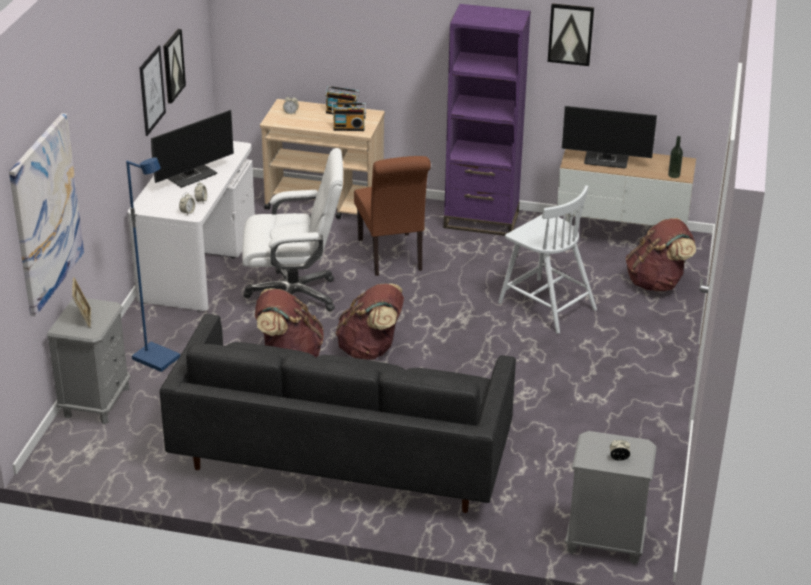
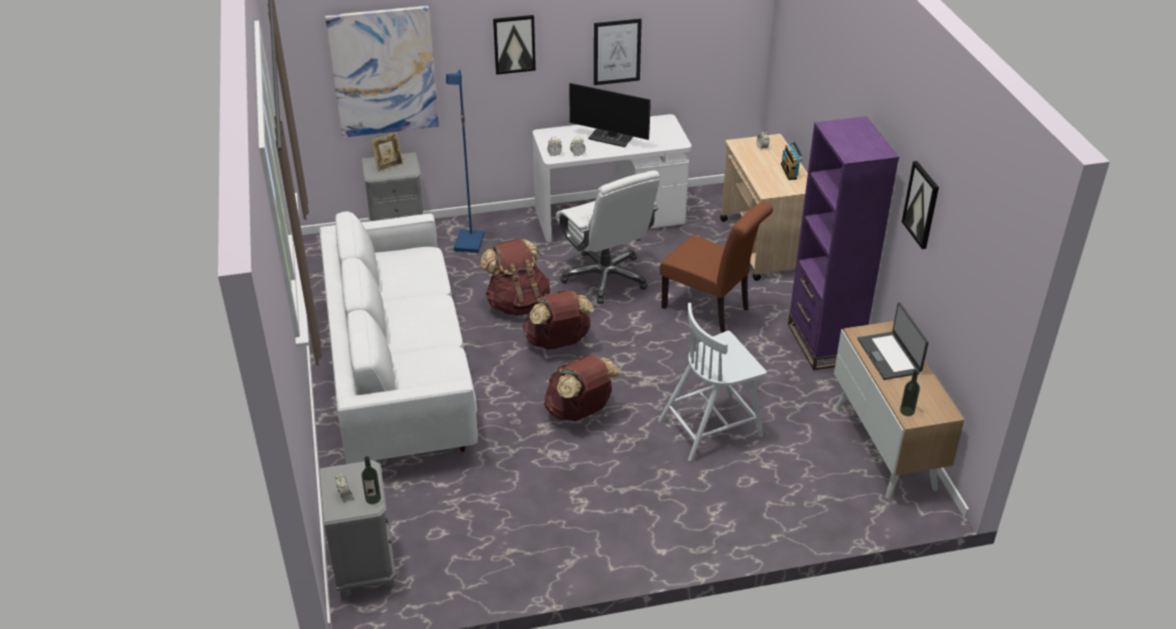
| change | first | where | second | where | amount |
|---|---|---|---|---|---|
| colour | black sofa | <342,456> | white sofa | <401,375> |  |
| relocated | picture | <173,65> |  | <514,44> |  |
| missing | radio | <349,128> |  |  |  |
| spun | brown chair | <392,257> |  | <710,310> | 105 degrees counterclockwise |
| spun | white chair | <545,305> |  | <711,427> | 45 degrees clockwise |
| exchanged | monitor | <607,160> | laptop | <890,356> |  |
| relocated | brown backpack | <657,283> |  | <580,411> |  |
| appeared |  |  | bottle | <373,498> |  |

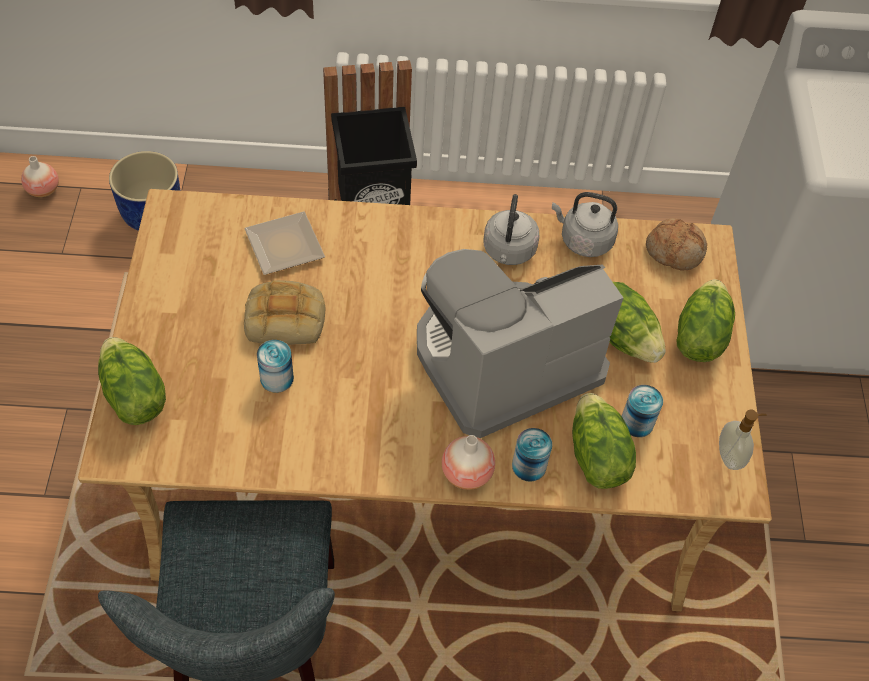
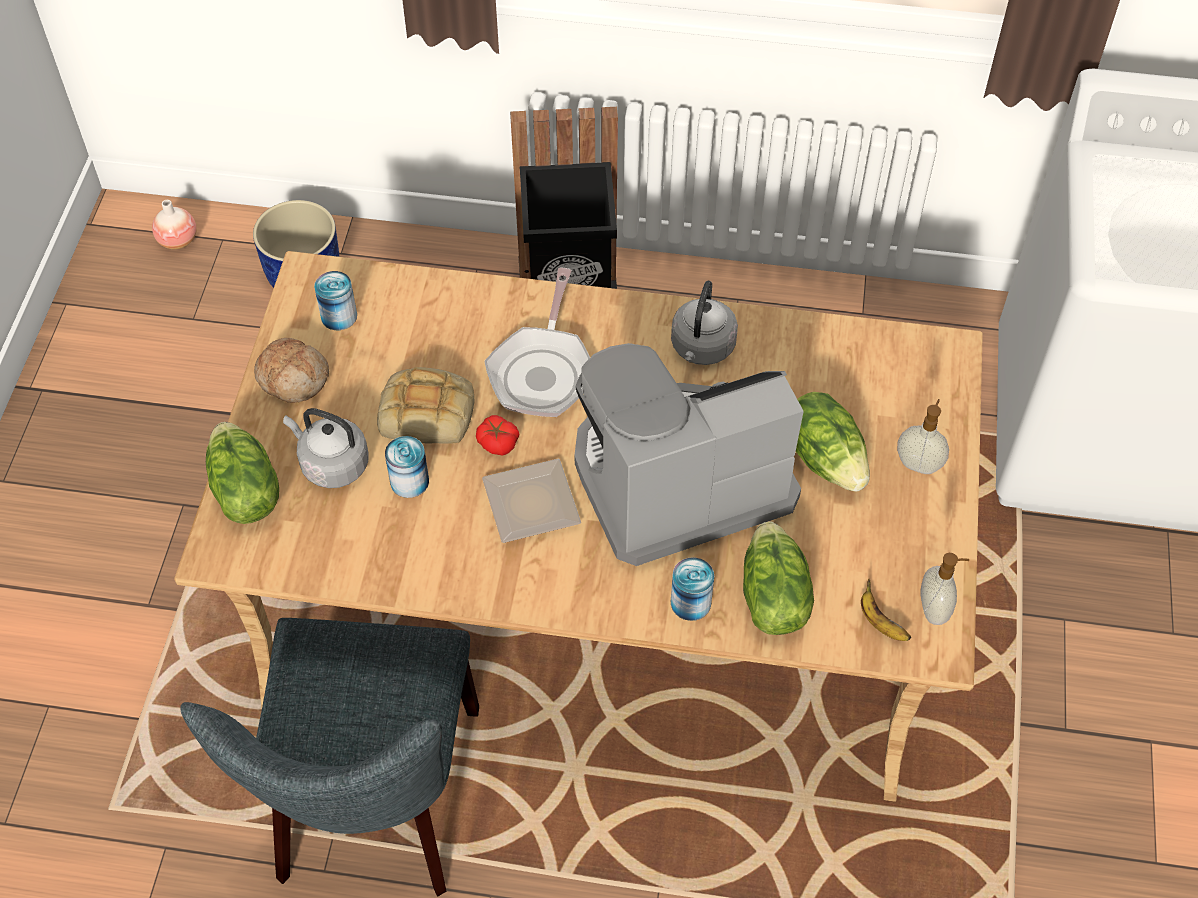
| change | first | where | second | where | amount |
|---|---|---|---|---|---|
| relocated | plate | <283,248> |  | <529,507> |  |
| missing | vase | <466,473> |  |  |  |
| relocated | grey kettle | <583,240> |  | <331,464> |  |
| relocated | can | <637,422> |  | <339,316> |  |
| relocated | bread | <675,250> |  | <294,377> |  |
| exchanged | lettuce | <698,336> | soap dispenser | <919,464> |  |
| appeared |  |  | tomato | <497,442> |  |
| appeared |  |  | frying pan | <543,371> |  |
| appeared |  |  | banana | <880,623> |  |

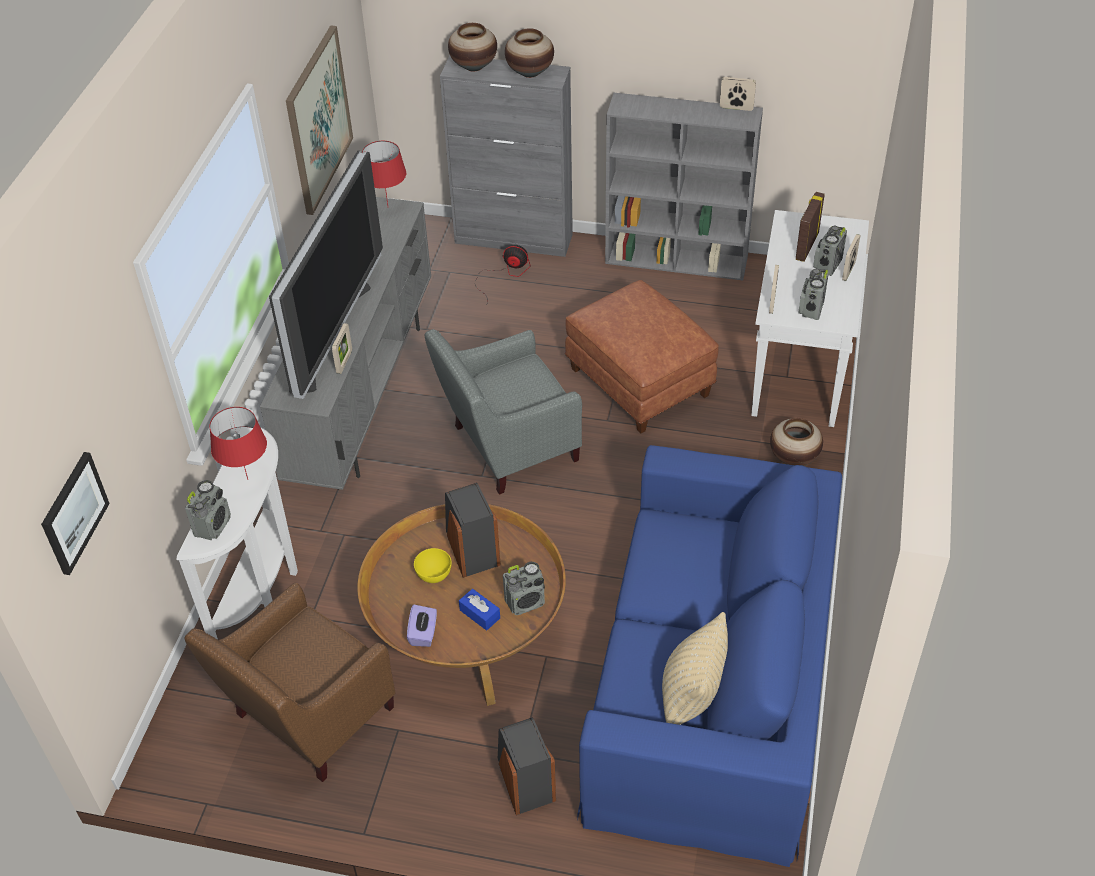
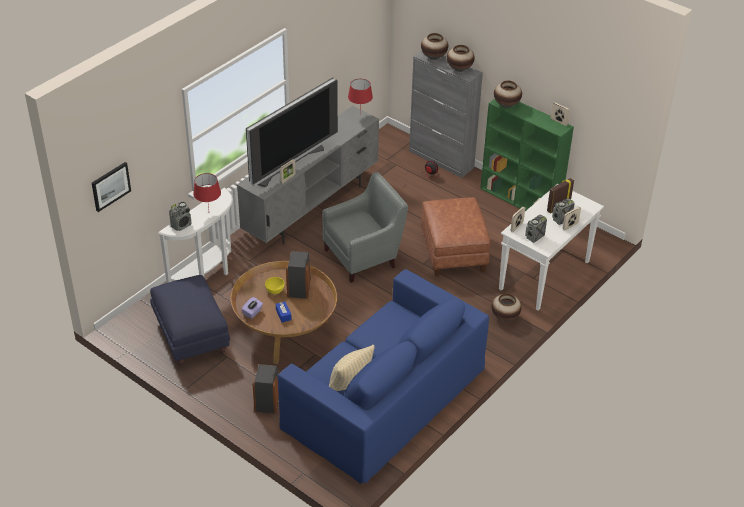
| change | first | where | second | where | amount |
|---|---|---|---|---|---|
| exchanged | brown armchair | <307,718> | blue ottoman | <191,335> |  |
| missing | picture | <318,120> |  |  |  |
| spun | grey armchair | <507,446> |  | <364,257> | 150 degrees clockwise |
| missing | radio | <525,602> |  |  |  |
| colour | grey bookcase | <678,260> | green bookcase | <520,200> |  |
| appeared |  |  | vase | <506,104> |  |

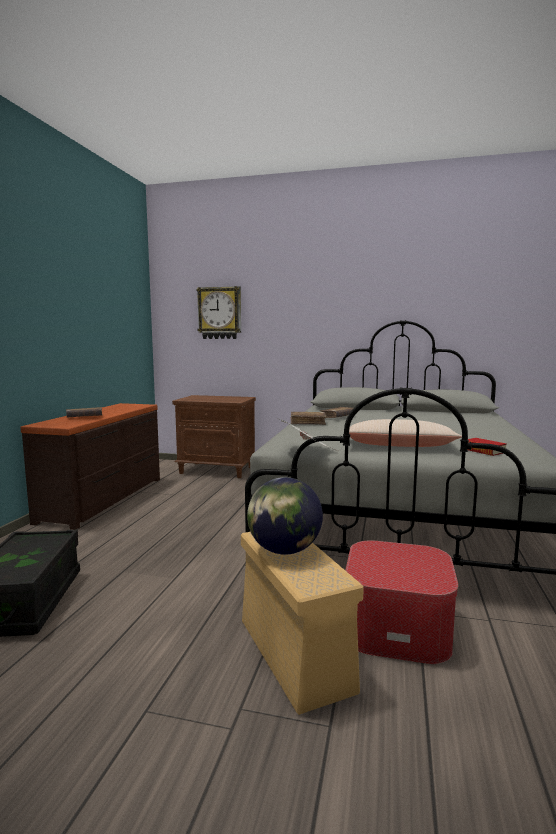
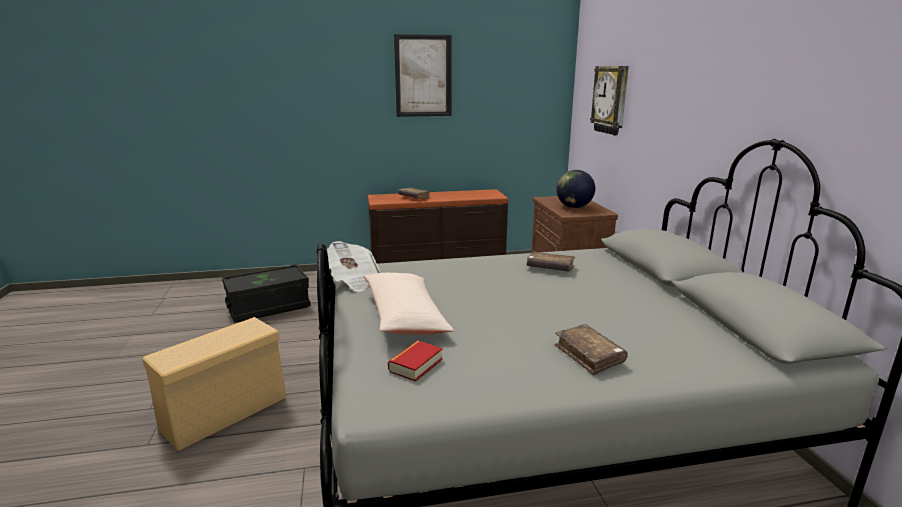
| change | first | where | second | where | amount |
|---|---|---|---|---|---|
| relocated | globe | <284,550> |  | <573,207> |  |
| relocated | brown book | <307,422> |  | <589,356> |  |
| missing | ottoman | <397,626> |  |  |  |
| appeared |  |  | picture | <423,76> |  |

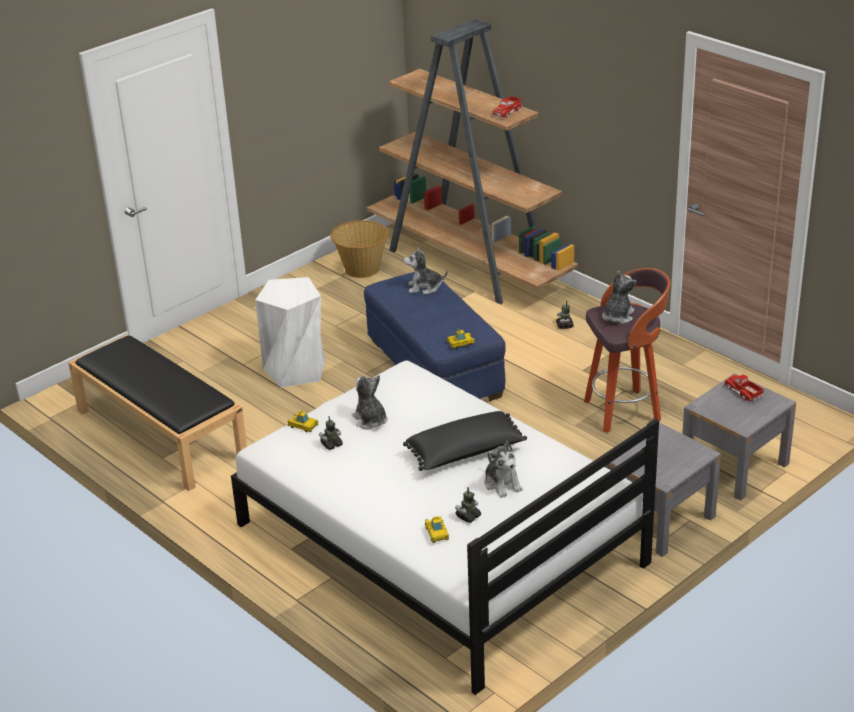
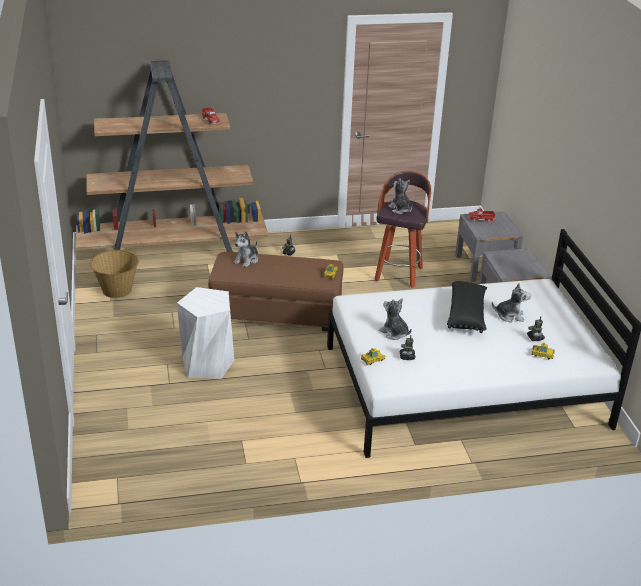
| change | first | where | second | where | amount |
|---|---|---|---|---|---|
| missing | black bench | <159,434> |  |  |  |
| spun | plush toy | <370,420> |  | <394,333> | 45 degrees clockwise |
| colour | blue ottoman | <435,368> | brown ottoman | <276,312> |  |

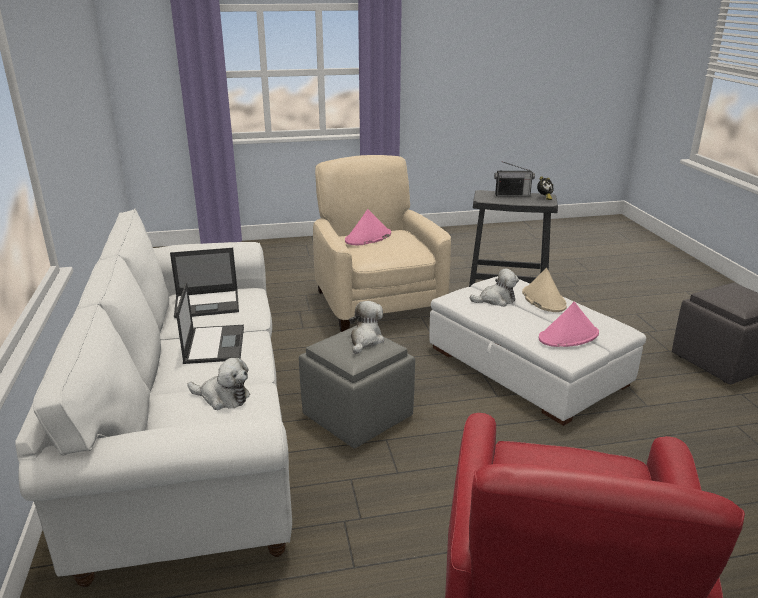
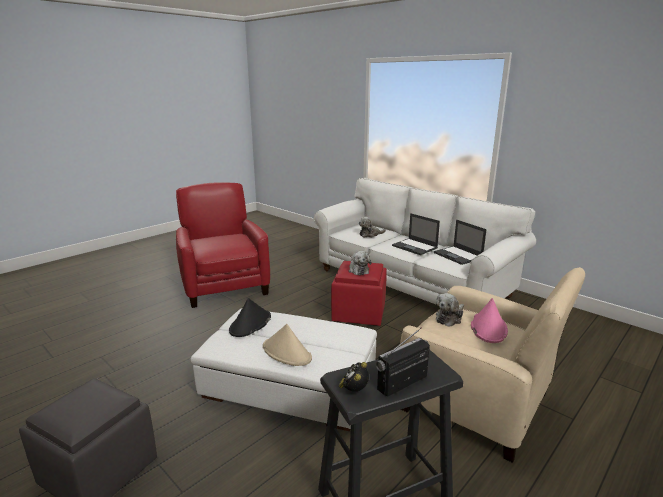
| change | first | where | second | where | amount |
|---|---|---|---|---|---|
| spun | laptop | <208,304> |  | <458,255> | 75 degrees counterclockwise |
| colour | grey ottoman | <357,415> | red ottoman | <359,313> |  |
| relocated | plush toy | <496,300> |  | <449,318> |  |
| colour | pink hat | <568,336> | black hat | <250,324> |  |

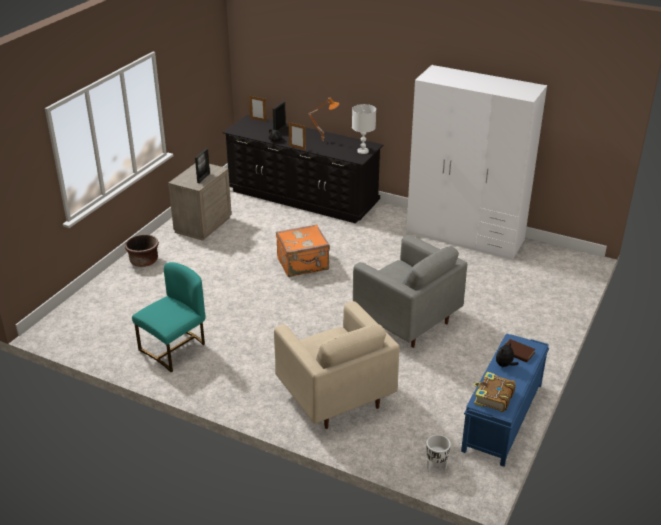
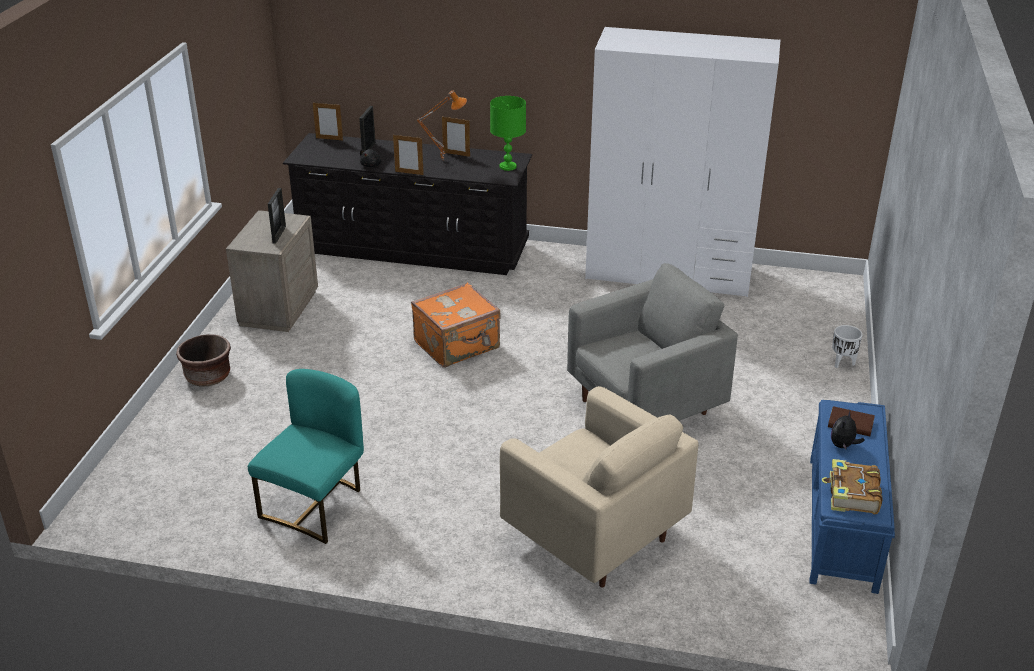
| change | first | where | second | where | amount |
|---|---|---|---|---|---|
| colour | white table lamp | <363,151> | green table lamp | <508,166> |  |
| spun | grey armchair | <406,322> |  | <645,407> | 60 degrees counterclockwise |
| relocated | white planter | <436,466> |  | <842,363> |  |
| appeared |  |  | picture frame | <456,154> |  |

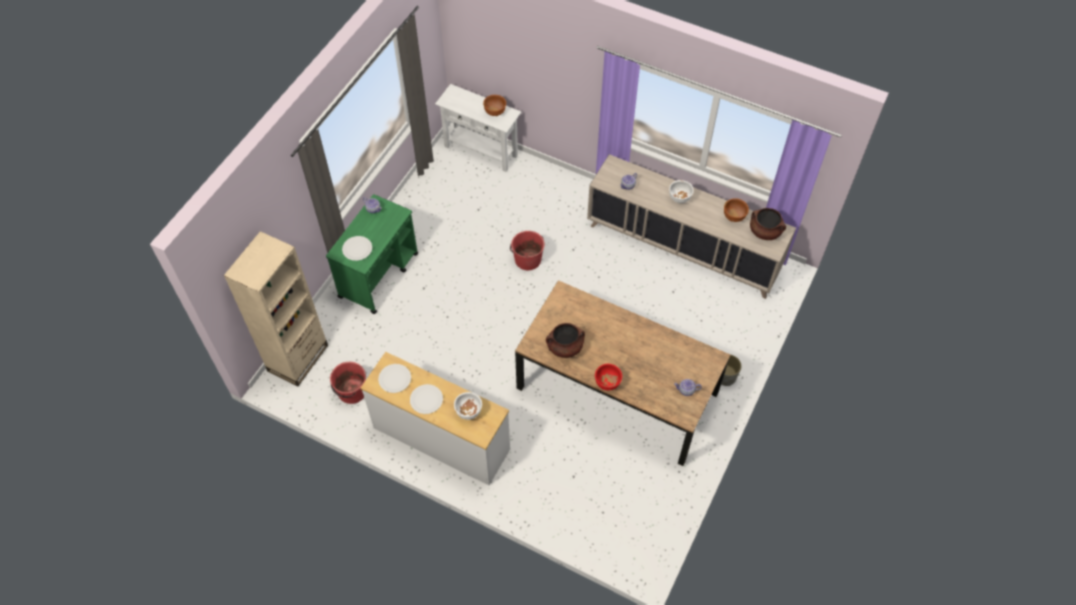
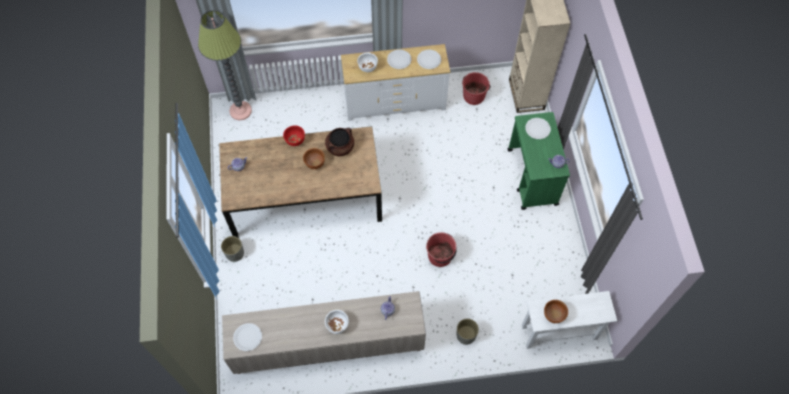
| change | first | where | second | where | amount |
|---|---|---|---|---|---|
| relocated | brown bowl | <734,217> |  | <314,163> |  |
| exchanged | brown cooking pot | <765,231> | white plate | <247,337> |  |
| appeared |  |  | floor lamp | <240,111> |  |
| appeared |  |  | grey planter | <465,335> |  |

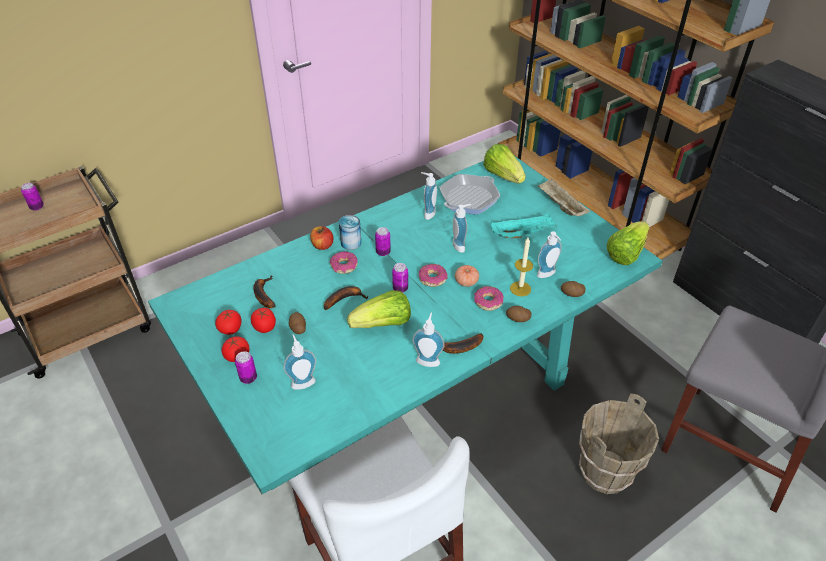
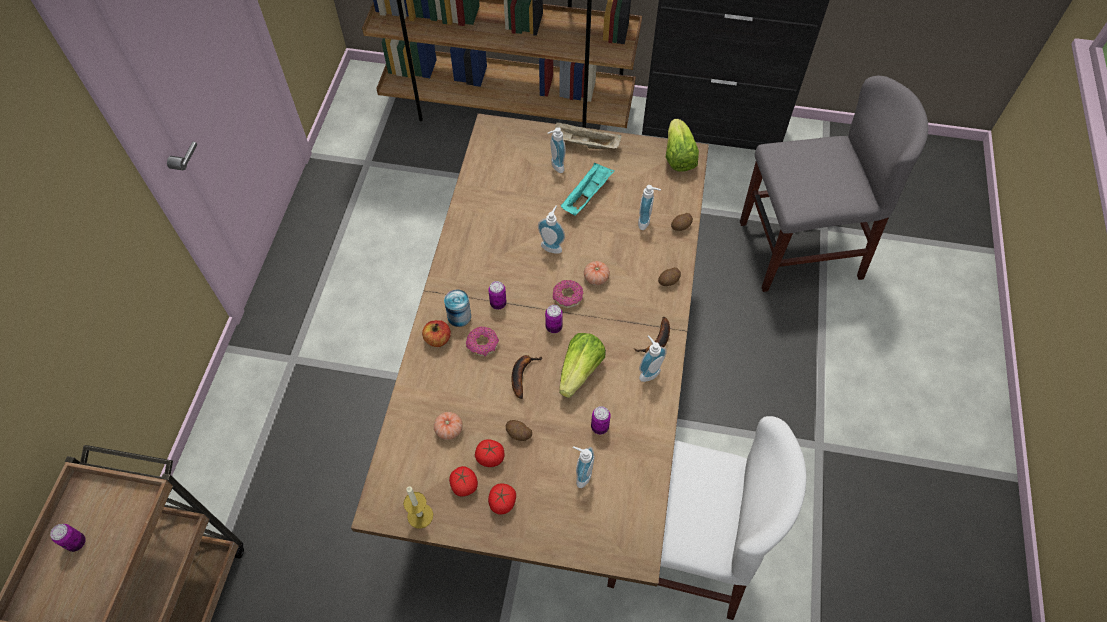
| change | first | where | second | where | amount |
|---|---|---|---|---|---|
| colour | turquoise dining table | <411,394> | brown dining table | <553,400> |  |
| relocated | can | <248,378> |  | <599,427> |  |
| exchanged | banana | <263,294> | tomato | <449,429> |  |
| relocated | soap dispenser | <427,213> |  | <555,166> |  |
| missing | frying pan | <469,199> |  |  |  |
| missing | donut | <488,302> |  |  |  |
| missing | lettuce | <503,176> |  |  |  |
| relocated | candle | <520,289> |  | <420,515> |  |
| missing | brown bucket | <605,473> |  |  |  |

